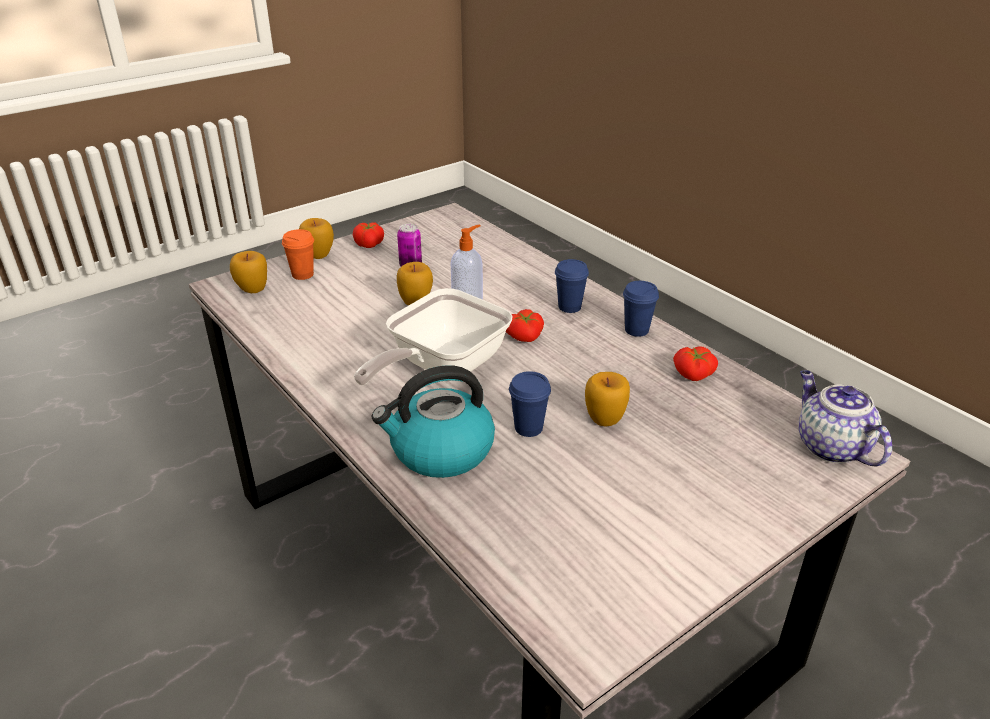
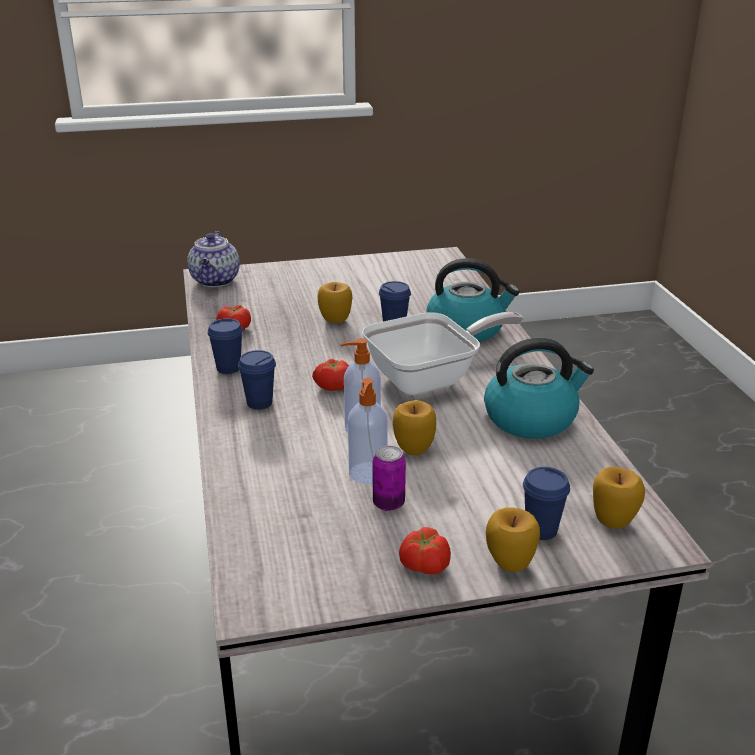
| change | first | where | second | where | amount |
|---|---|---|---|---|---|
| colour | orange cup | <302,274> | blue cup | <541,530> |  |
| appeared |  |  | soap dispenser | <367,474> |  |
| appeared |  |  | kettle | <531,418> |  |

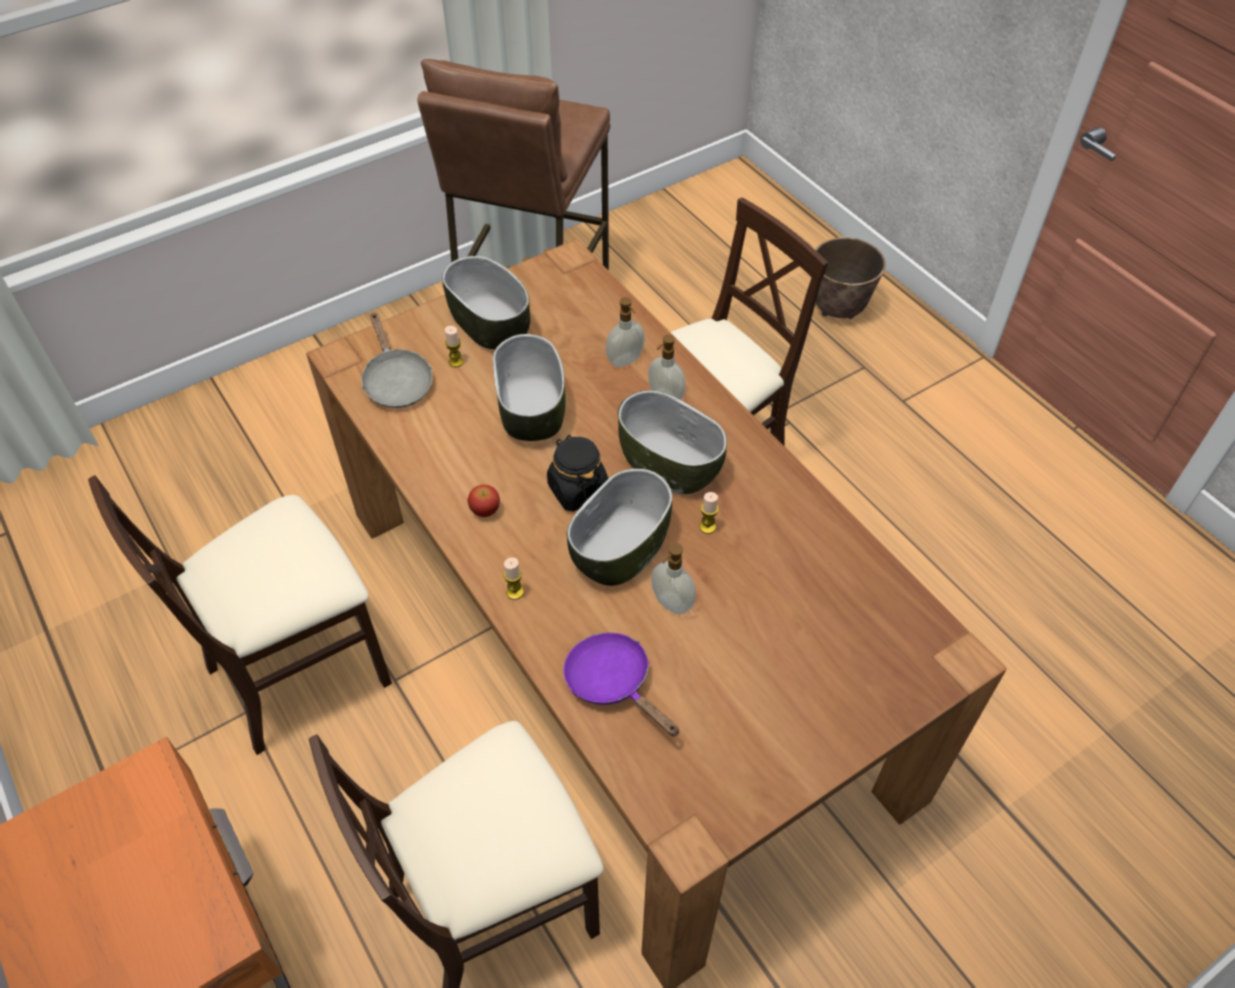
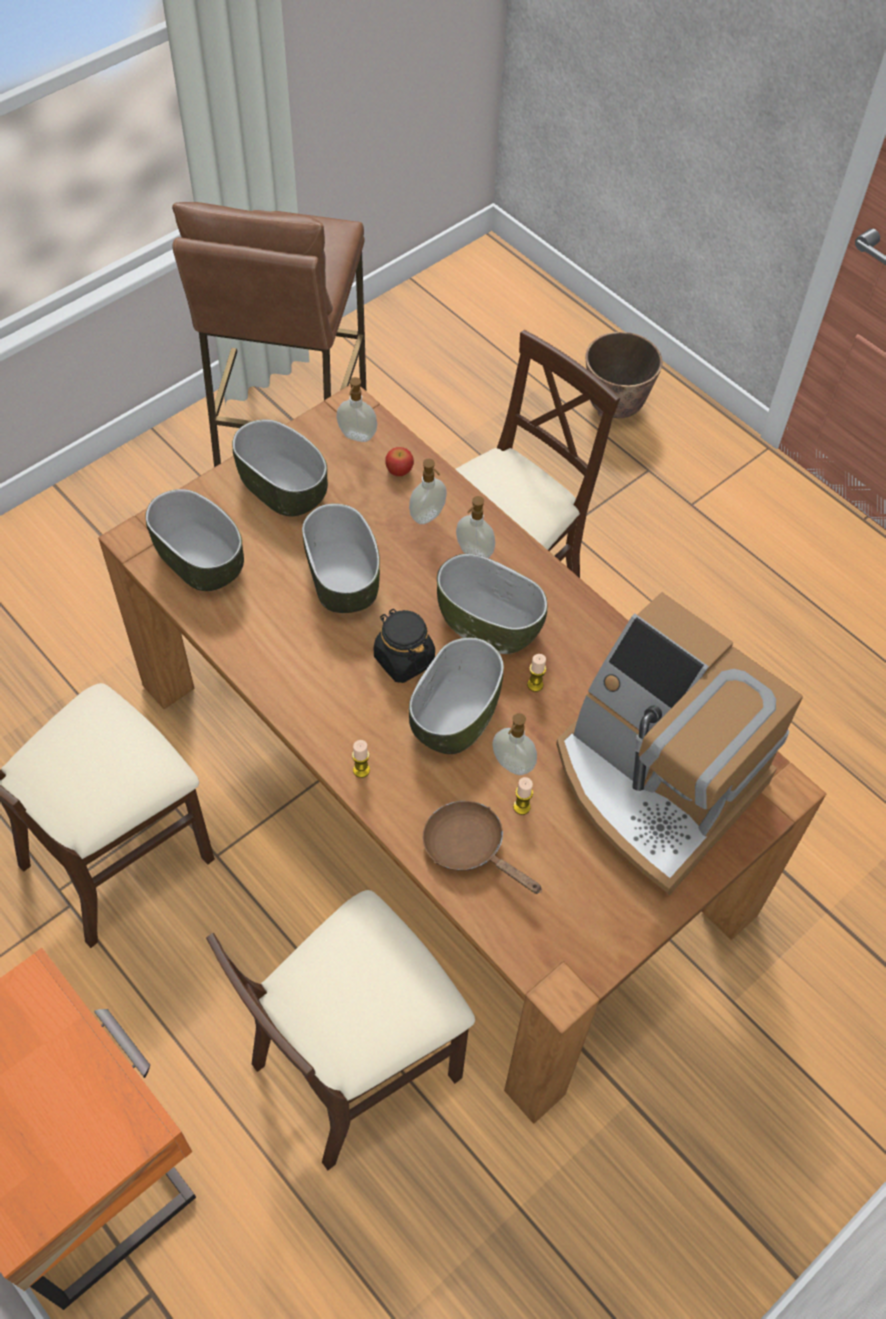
| change | first | where | second | where | amount |
|---|---|---|---|---|---|
| exchanged | grey frying pan | <396,381> | bowl | <199,560> |  |
| relocated | candle | <456,362> |  | <521,807> |  |
| relocated | apple | <485,510> |  | <399,471> |  |
| colour | purple frying pan | <613,683> | brown frying pan | <470,848> |  |
| appeared |  |  | soap dispenser | <357,437> |  |
| appeared |  |  | coffee machine | <654,782> |  |

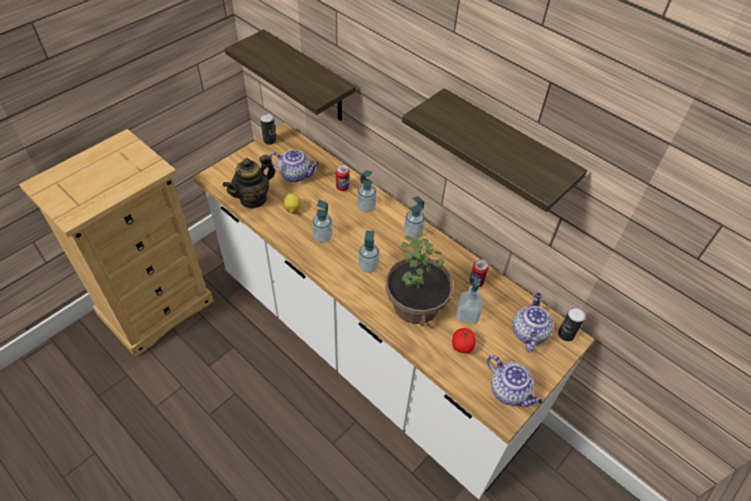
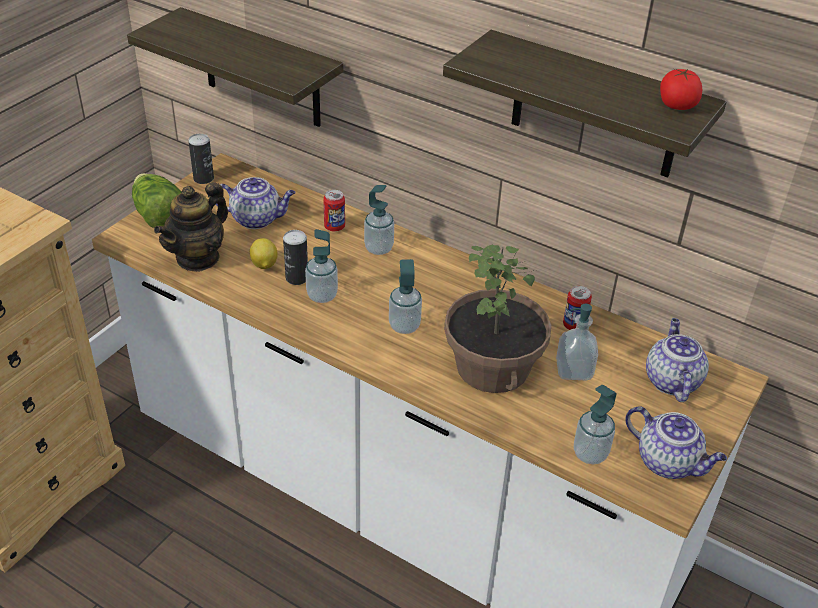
| change | first | where | second | where | amount |
|---|---|---|---|---|---|
| relocated | soap dispenser | <413,233> |  | <590,454> |  |
| relocated | tomato | <462,345> |  | <676,105> |  |
| relocated | can | <566,334> |  | <297,278> |  |
| appeared |  |  | lettuce | <158,215> |  |

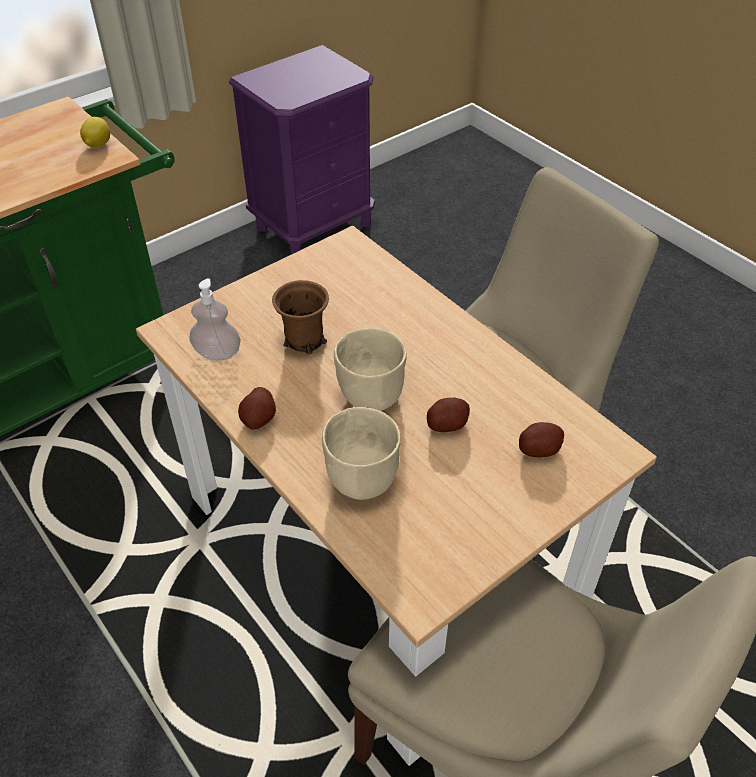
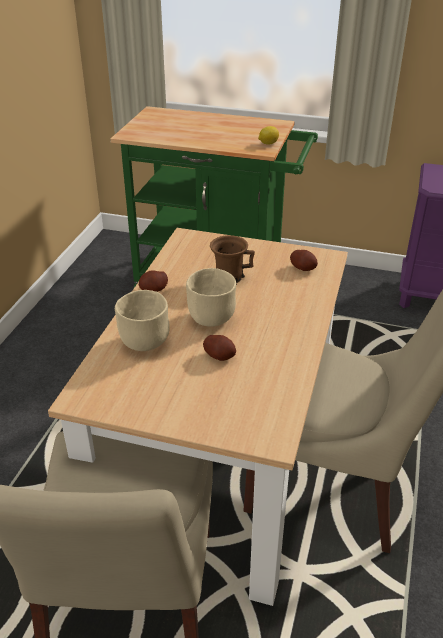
| change | first | where | second | where | amount |
|---|---|---|---|---|---|
| missing | soap dispenser | <217,353> |  |  |  |
| relocated | potato | <539,449> |  | <303,268> |  |

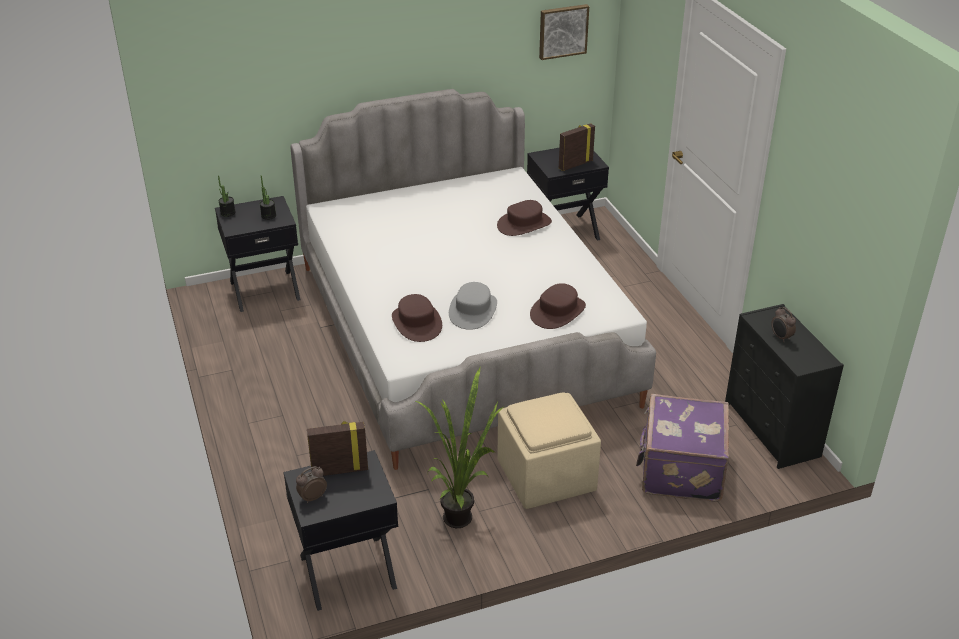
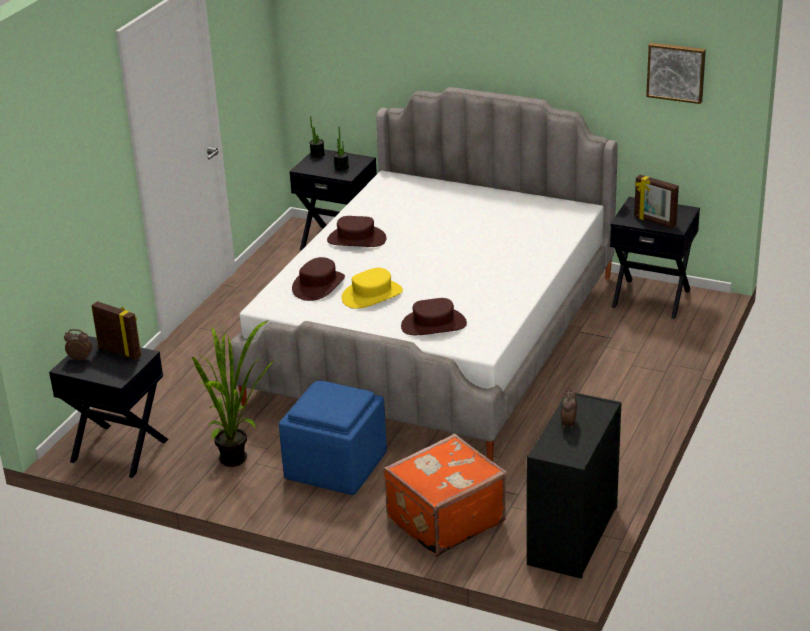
| change | first | where | second | where | amount |
|---|---|---|---|---|---|
| colour | grey hat | <473,311> | yellow hat | <372,295> |  |
| relocated | brown hat | <524,224> |  | <356,239> |  |
| colour | beige ottoman | <546,476> | blue ottoman | <337,467> |  |
| spun | picture frame | <575,164> |  | <654,221> | 150 degrees counterclockwise |
| colour | purple suitcase | <680,470> | orange suitcase | <444,520> |  |

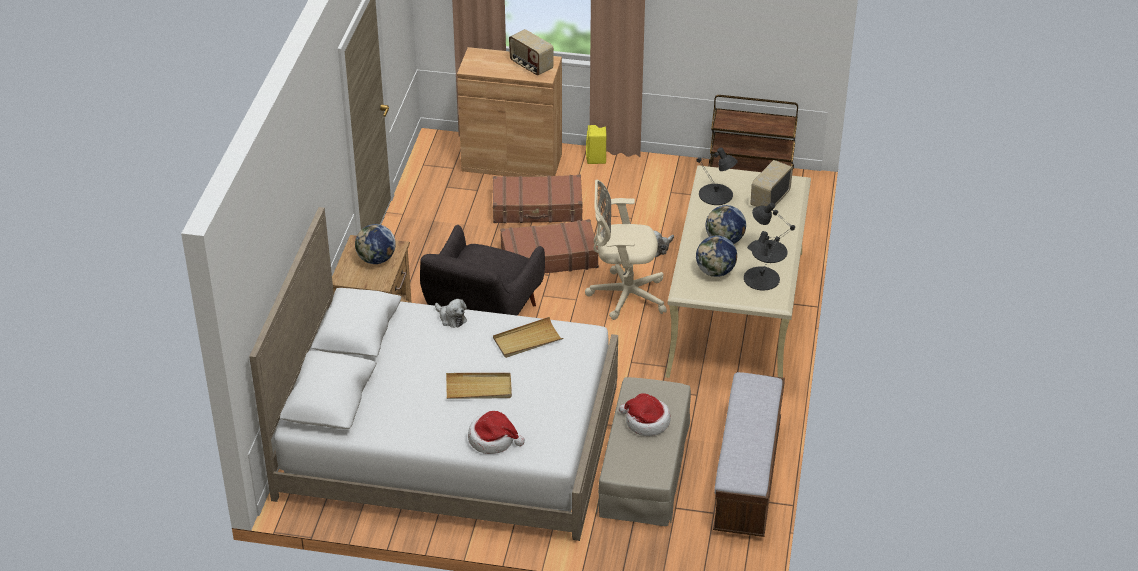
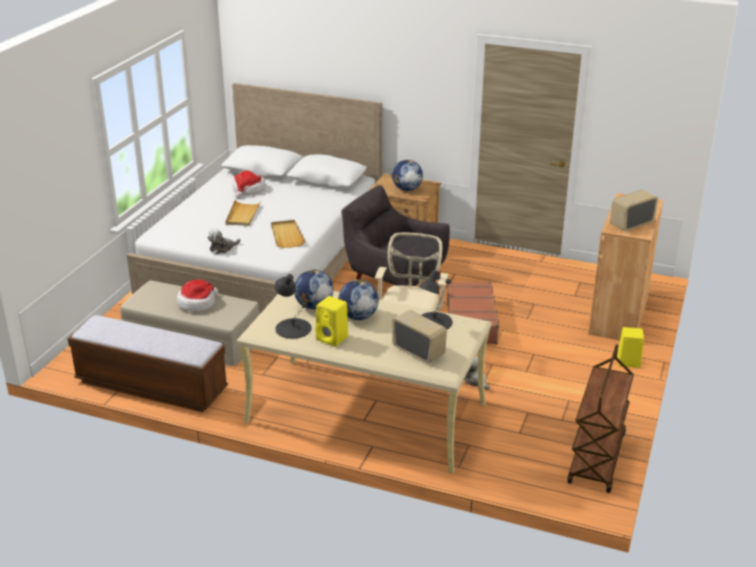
| change | first | where | second | where | amount |
|---|---|---|---|---|---|
| relocated | plush toy | <451,318> |  | <222,248> |  |
| relocated | hat | <493,439> |  | <248,190> |  |
| missing | brown suitcase | <537,208> |  |  |  |
| exchanged | black table lamp | <769,251> | yellow speaker | <333,338> |  |

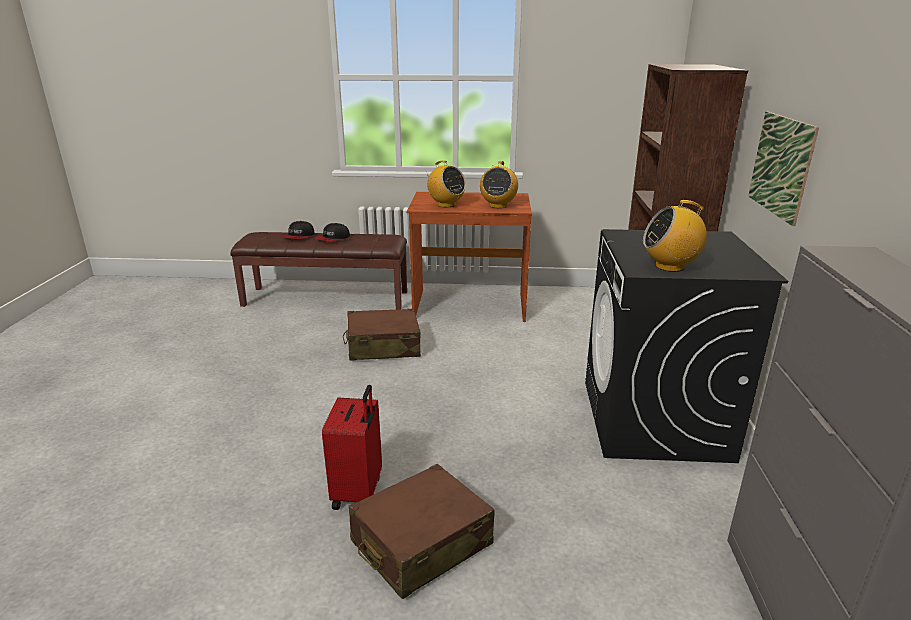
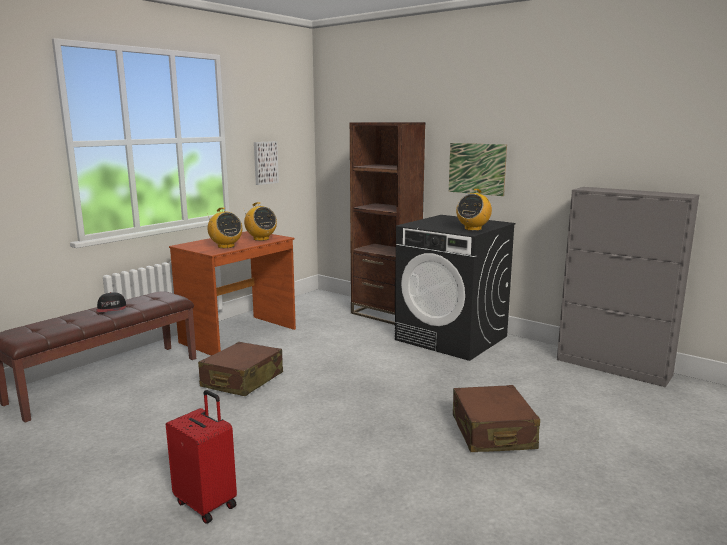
| change | first | where | second | where | amount |
|---|---|---|---|---|---|
| missing | cap | <299,236> |  |  |  |
| relocated | red suitcase | <359,492> |  | <207,503> |  |
| spun | radio | <446,205> |  | <225,246> | 60 degrees clockwise |
| appeared |  |  | picture | <265,162> |  |

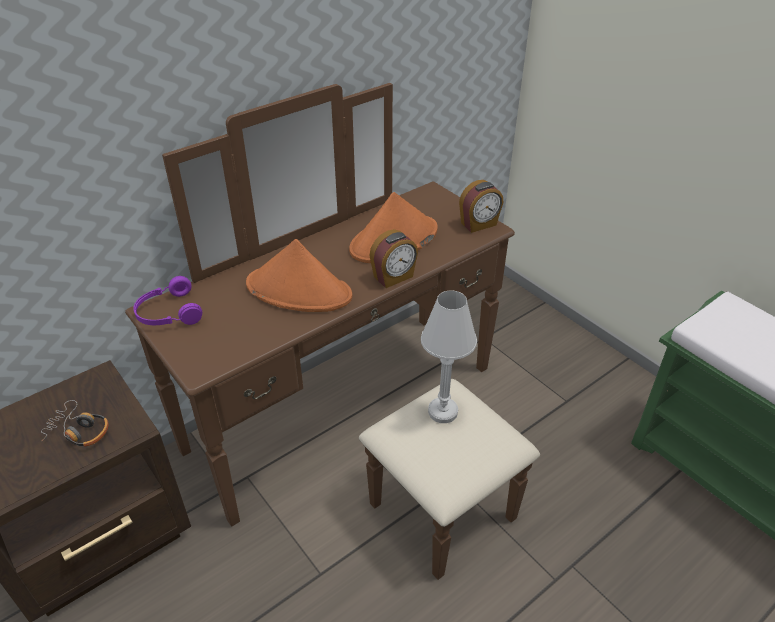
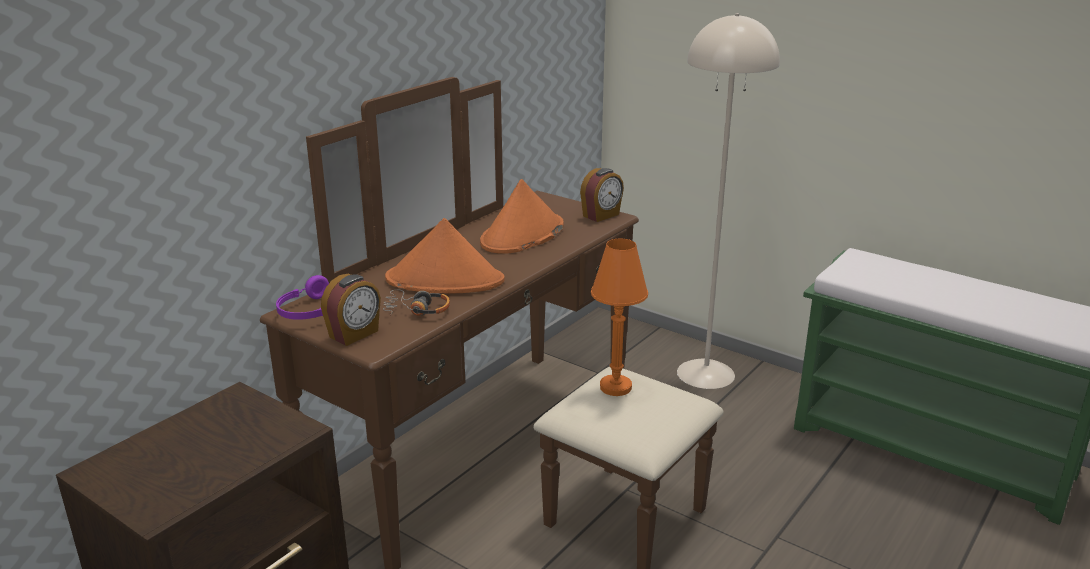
| change | first | where | second | where | amount |
|---|---|---|---|---|---|
| relocated | headphones | <78,431> |  | <416,310> |  |
| relocated | alarm clock | <394,277> |  | <354,334> |  |
| colour | white table lamp | <442,411> | orange table lamp | <615,387> |  |
| appeared |  |  | beige floor lamp | <706,373> |  |

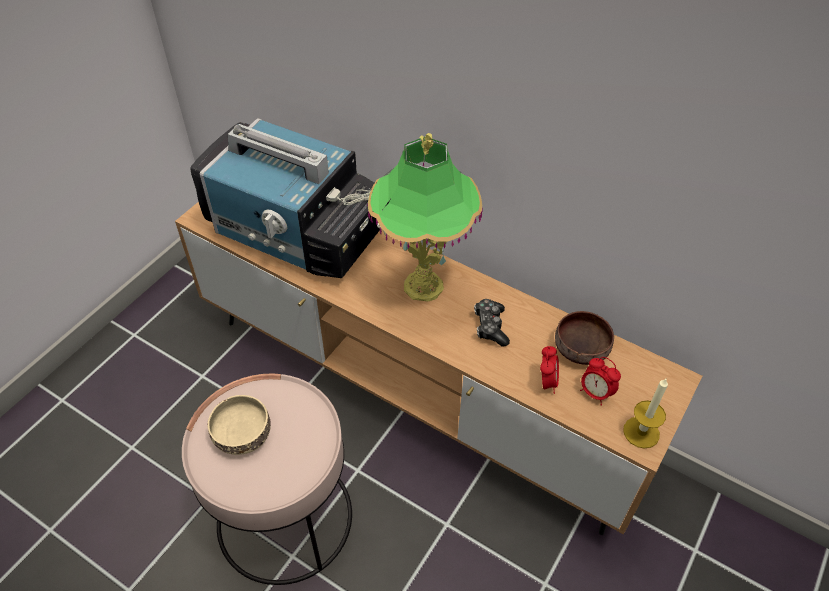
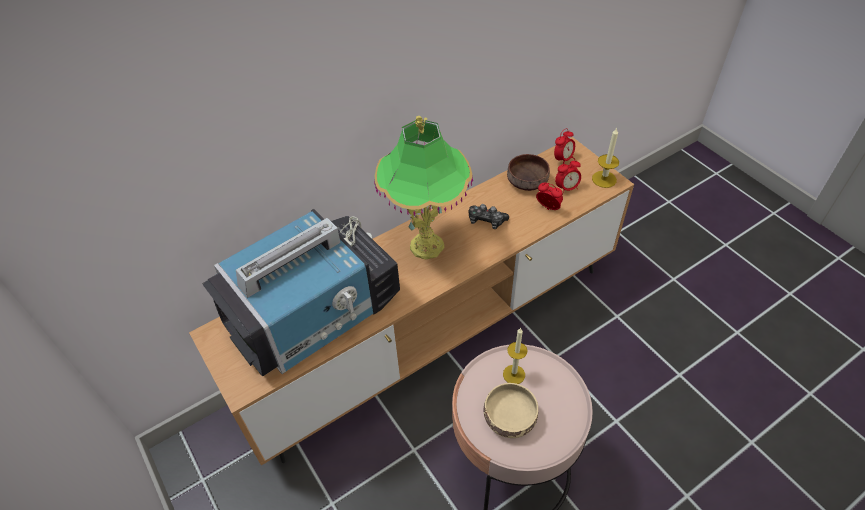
| change | first | where | second | where | amount |
|---|---|---|---|---|---|
| appeared |  |  | candle | <514,374> |  |
| appeared |  |  | alarm clock | <562,159> |  |

